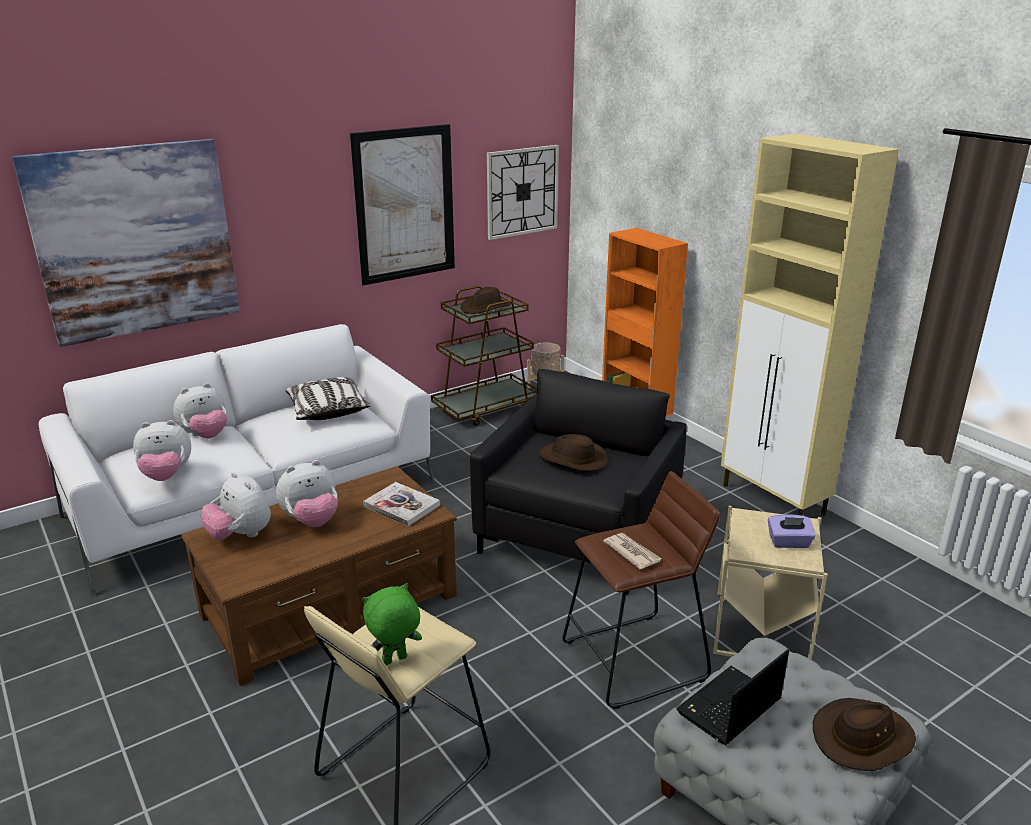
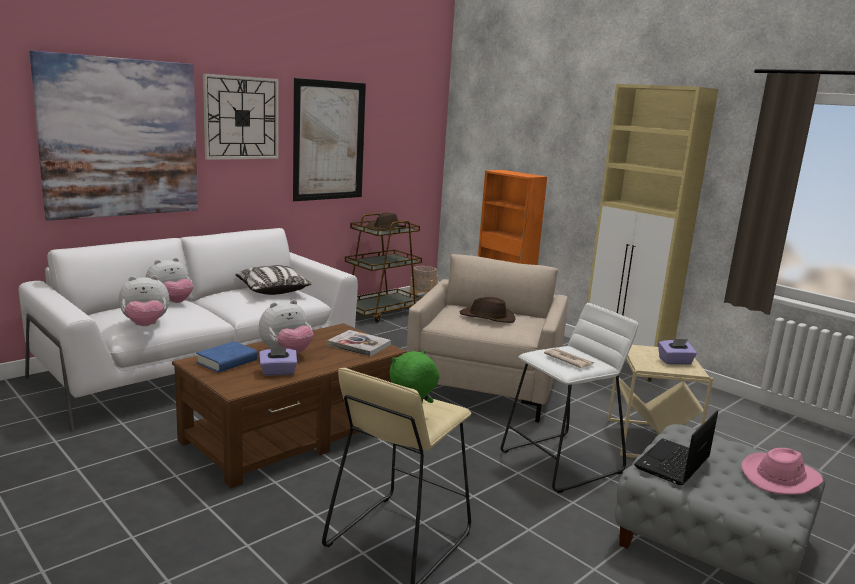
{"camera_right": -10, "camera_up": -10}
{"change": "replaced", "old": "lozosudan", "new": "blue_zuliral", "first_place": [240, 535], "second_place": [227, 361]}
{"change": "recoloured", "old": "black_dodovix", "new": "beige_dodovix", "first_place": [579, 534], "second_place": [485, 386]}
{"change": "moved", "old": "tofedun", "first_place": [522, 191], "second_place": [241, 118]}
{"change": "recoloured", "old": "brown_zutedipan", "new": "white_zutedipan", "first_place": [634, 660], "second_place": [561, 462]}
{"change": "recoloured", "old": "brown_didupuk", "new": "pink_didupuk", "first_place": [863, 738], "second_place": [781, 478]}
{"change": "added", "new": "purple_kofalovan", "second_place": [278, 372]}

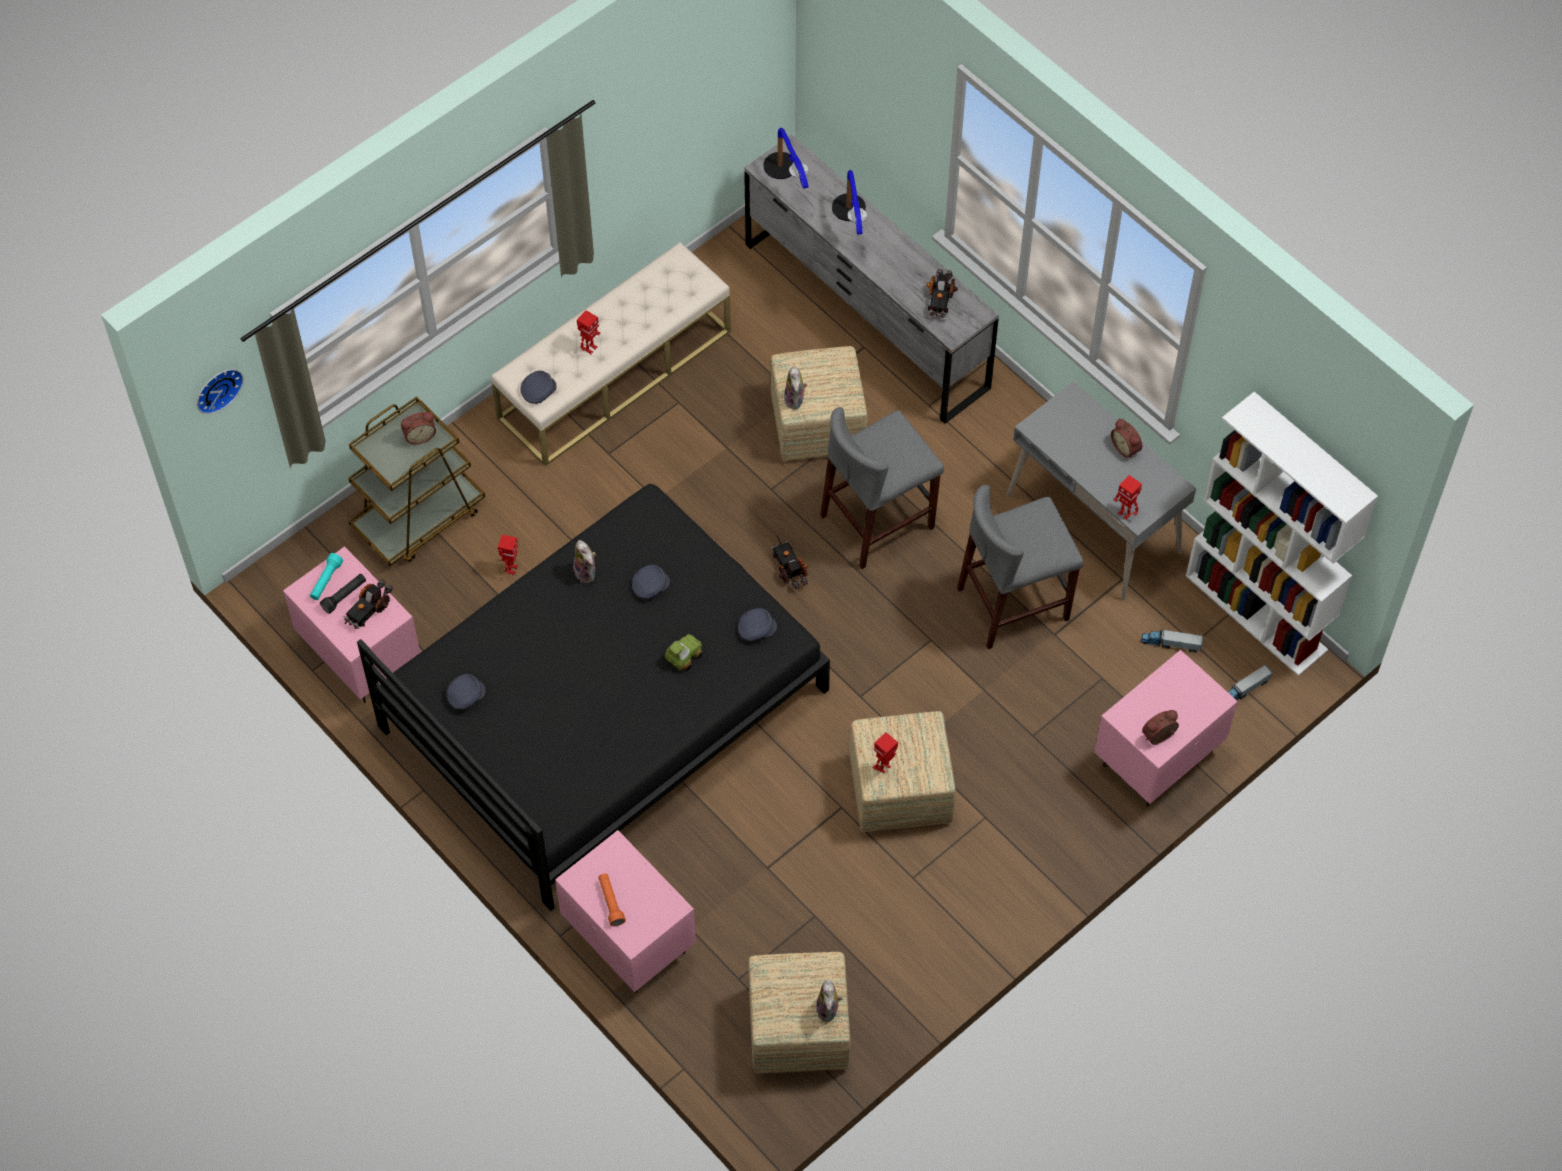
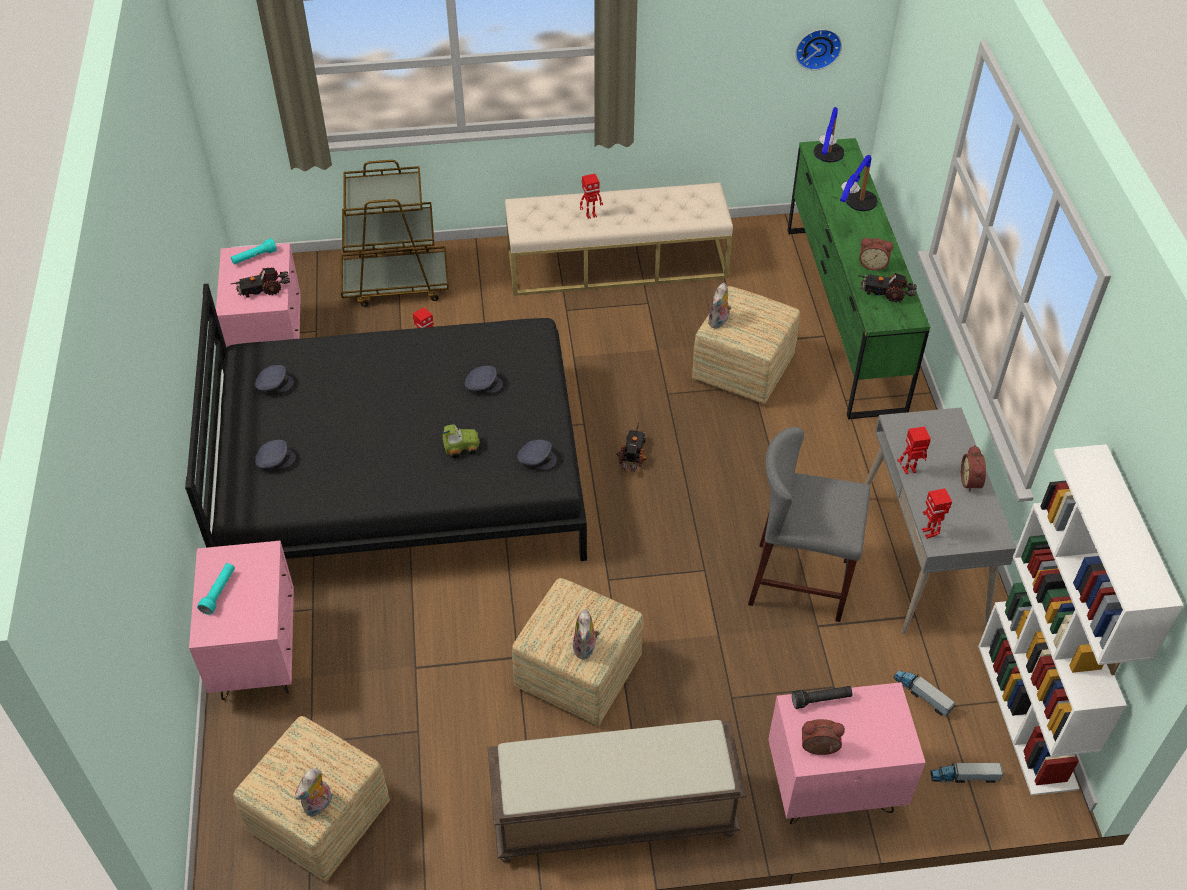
{"camera_right": 35, "camera_up": -10}
{"change": "moved", "old": "tofedun", "first_place": [217, 388], "second_place": [817, 47]}
{"change": "moved", "old": "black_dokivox", "first_place": [344, 596], "second_place": [821, 700]}
{"change": "moved", "old": "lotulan", "first_place": [419, 435], "second_place": [873, 264]}
{"change": "moved", "old": "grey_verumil", "first_place": [538, 391], "second_place": [274, 459]}
{"change": "moved", "old": "lozosudan", "first_place": [587, 572], "second_place": [586, 648]}
{"change": "recoloured", "old": "orange_dokivox", "new": "turquoise_dokivox", "first_place": [610, 902], "second_place": [219, 592]}
{"change": "recoloured", "old": "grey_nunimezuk", "new": "green_nunimezuk", "first_place": [865, 316], "second_place": [843, 316]}
{"change": "removed", "old": "grey_zutedipan", "first_place": [878, 522]}
{"change": "moved", "old": "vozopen", "first_place": [884, 767], "second_place": [909, 470]}
{"change": "turned", "old": "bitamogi", "first_place": [939, 299], "second_place": [886, 293], "degrees": 60}
{"change": "added", "new": "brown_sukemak", "second_place": [612, 816]}

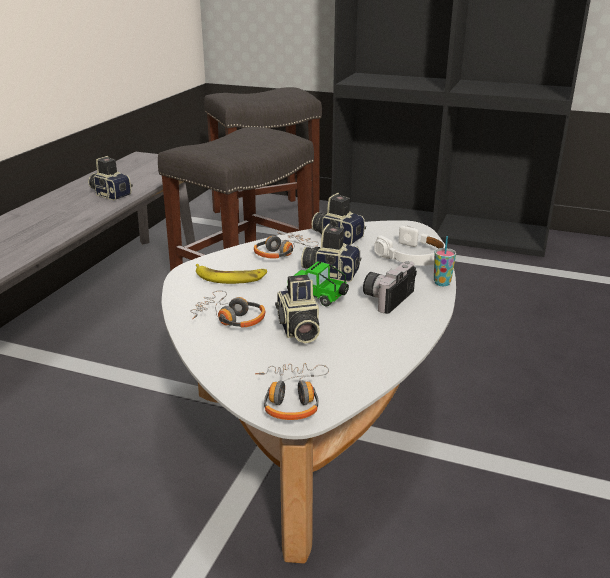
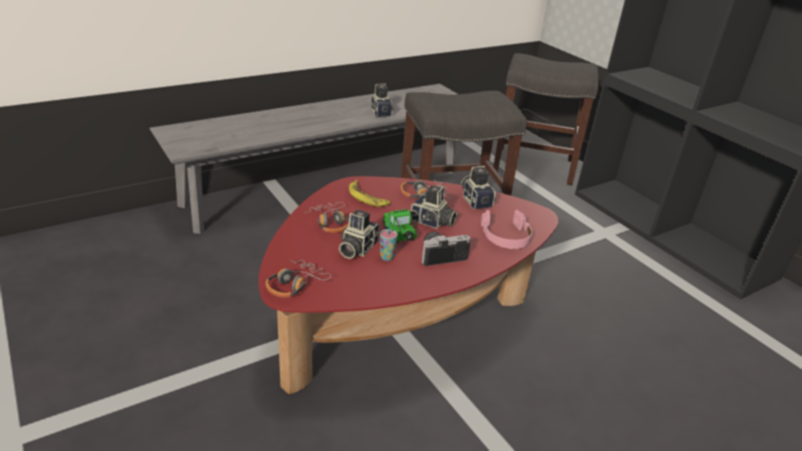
{"camera_right": 35, "camera_up": 5}
{"change": "recoloured", "old": "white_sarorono", "new": "red_sarorono", "first_place": [318, 414], "second_place": [398, 320]}
{"change": "turned", "old": "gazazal", "first_place": [330, 273], "second_place": [432, 222], "degrees": 150}
{"change": "recoloured", "old": "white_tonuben", "new": "pink_tonuben", "first_place": [412, 256], "second_place": [506, 236]}
{"change": "moved", "old": "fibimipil", "first_place": [442, 283], "second_place": [387, 257]}

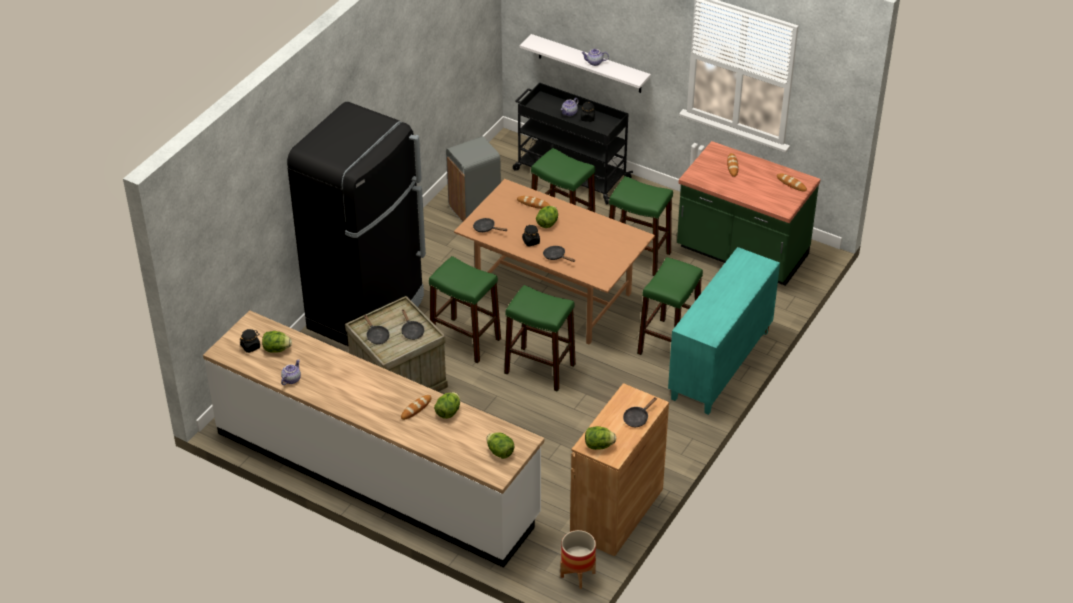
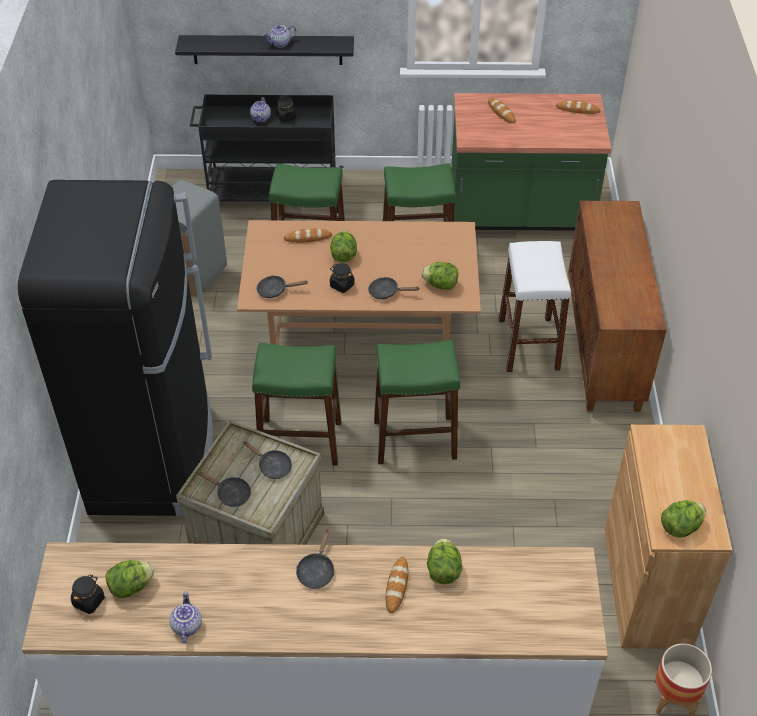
{"camera_right": -30, "camera_up": 5}
{"change": "moved", "old": "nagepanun", "first_place": [500, 452], "second_place": [440, 285]}
{"change": "recoloured", "old": "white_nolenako", "new": "black_nolenako", "first_place": [589, 64], "second_place": [267, 49]}
{"change": "moved", "old": "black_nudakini", "first_place": [637, 418], "second_place": [316, 570]}
{"change": "recoloured", "old": "green_zutedipan", "new": "white_zutedipan", "first_place": [668, 342], "second_place": [528, 344]}
{"change": "recoloured", "old": "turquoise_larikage", "new": "brown_larikage", "first_place": [720, 366], "second_place": [604, 348]}

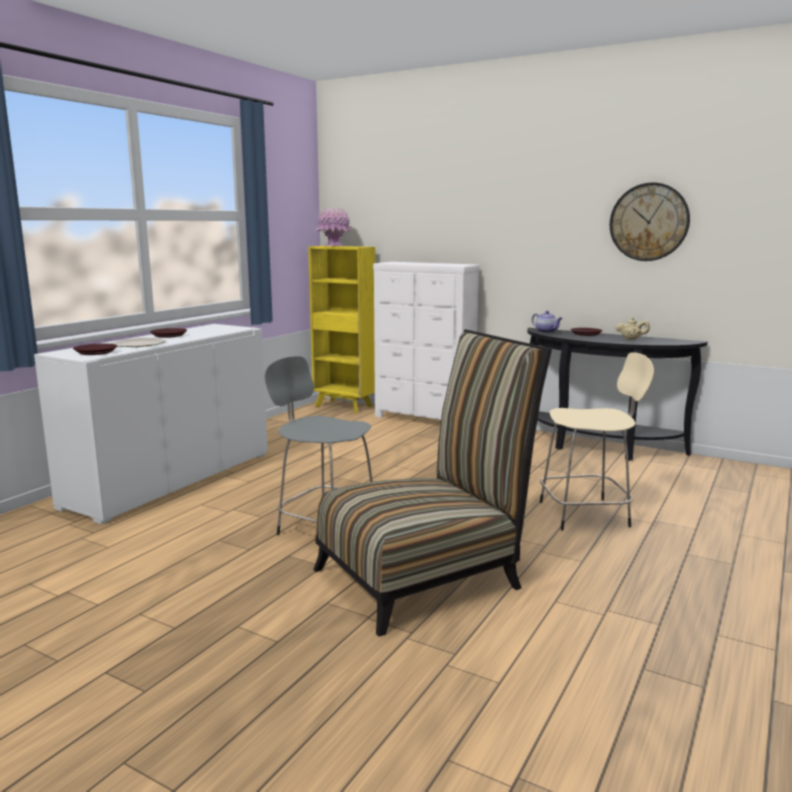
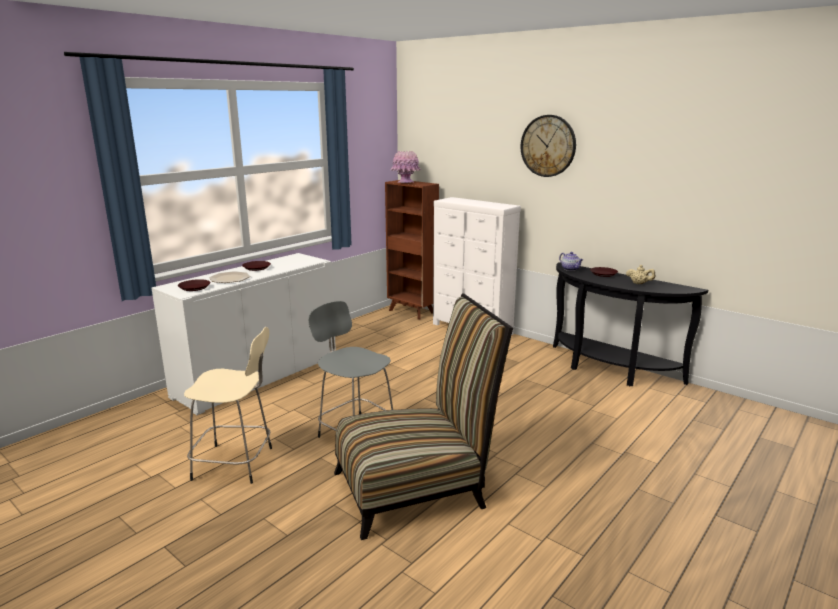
{"camera_right": 10, "camera_up": 5}
{"change": "recoloured", "old": "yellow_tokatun", "new": "brown_tokatun", "first_place": [344, 406], "second_place": [412, 312]}
{"change": "moved", "old": "beige_zutedipan", "first_place": [587, 514], "second_place": [236, 464]}
{"change": "moved", "old": "tofedun", "first_place": [649, 222], "second_place": [548, 146]}

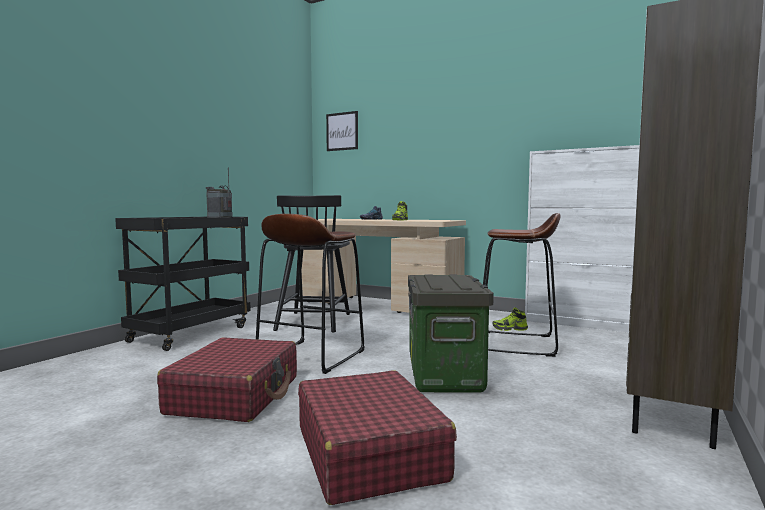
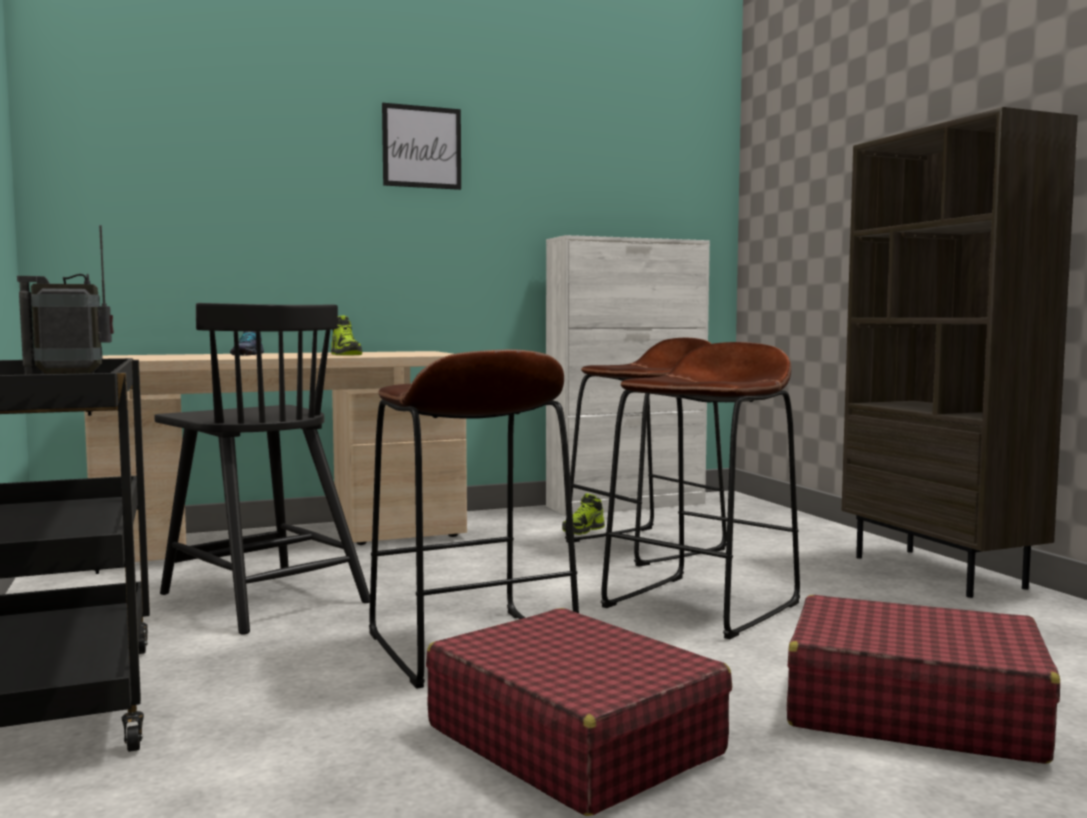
{"camera_right": -50, "camera_up": 0}
{"change": "moved", "old": "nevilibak", "first_place": [342, 131], "second_place": [422, 147]}
{"change": "replaced", "old": "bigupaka", "new": "brown_zutedipan", "first_place": [445, 374], "second_place": [702, 605]}

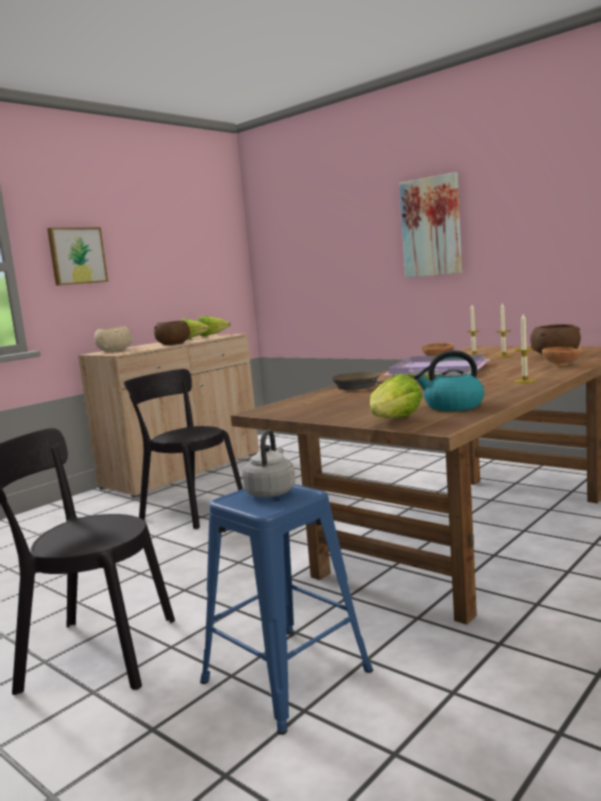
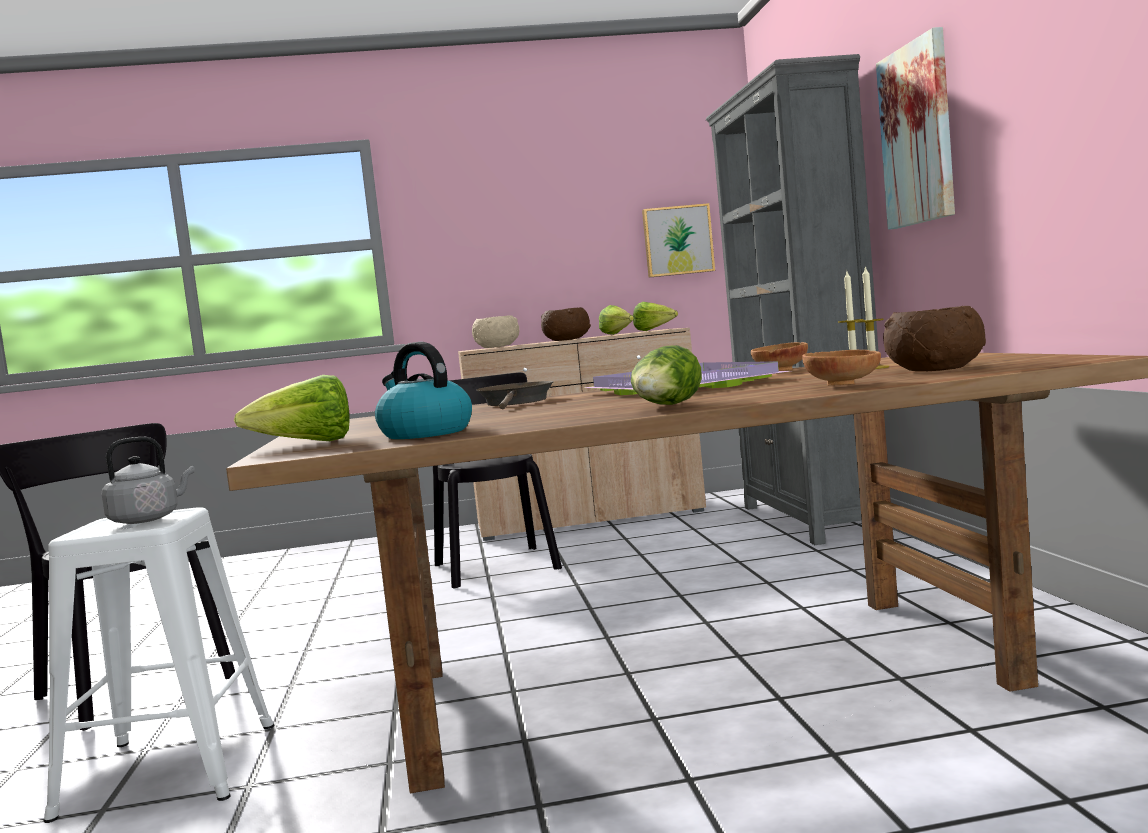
{"camera_right": 40, "camera_up": -5}
{"change": "moved", "old": "nevilibak", "first_place": [76, 256], "second_place": [677, 240]}
{"change": "recoloured", "old": "blue_zutedipan", "new": "white_zutedipan", "first_place": [283, 676], "second_place": [167, 768]}
{"change": "replaced", "old": "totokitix", "new": "nagepanun", "first_place": [525, 381], "second_place": [667, 406]}
{"change": "added", "new": "grey_tokatun", "second_place": [812, 520]}

